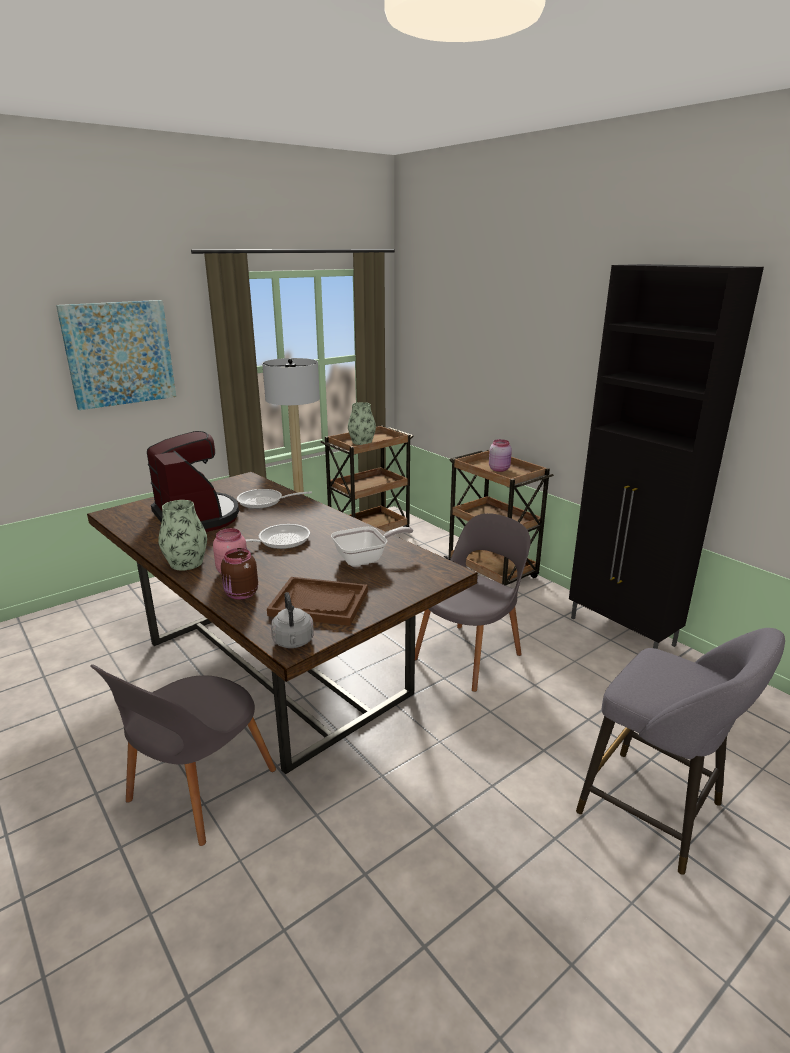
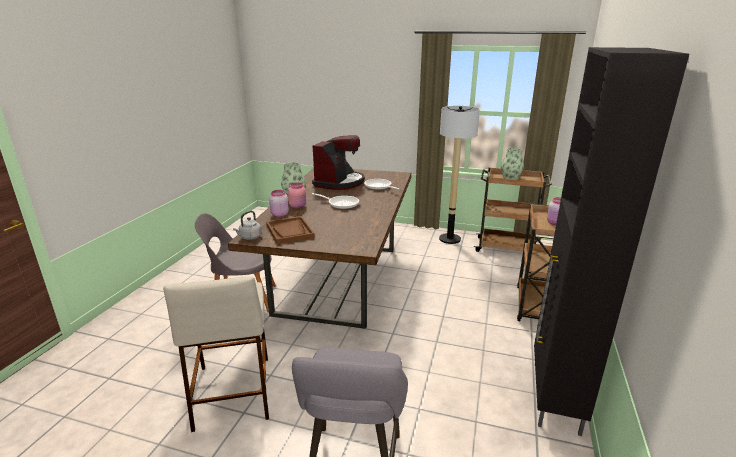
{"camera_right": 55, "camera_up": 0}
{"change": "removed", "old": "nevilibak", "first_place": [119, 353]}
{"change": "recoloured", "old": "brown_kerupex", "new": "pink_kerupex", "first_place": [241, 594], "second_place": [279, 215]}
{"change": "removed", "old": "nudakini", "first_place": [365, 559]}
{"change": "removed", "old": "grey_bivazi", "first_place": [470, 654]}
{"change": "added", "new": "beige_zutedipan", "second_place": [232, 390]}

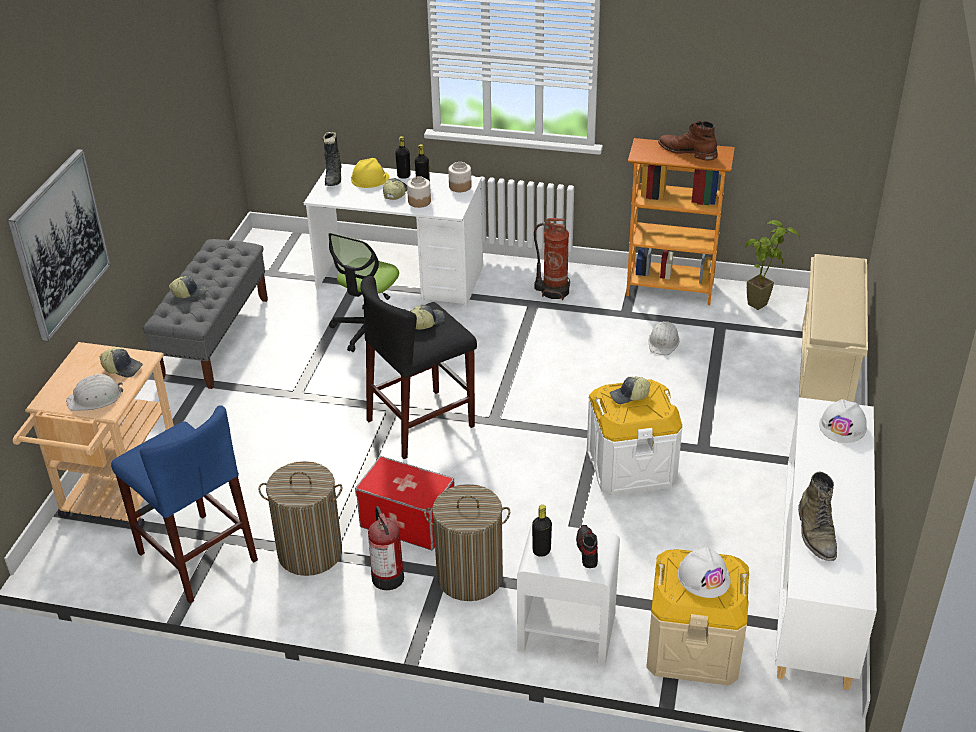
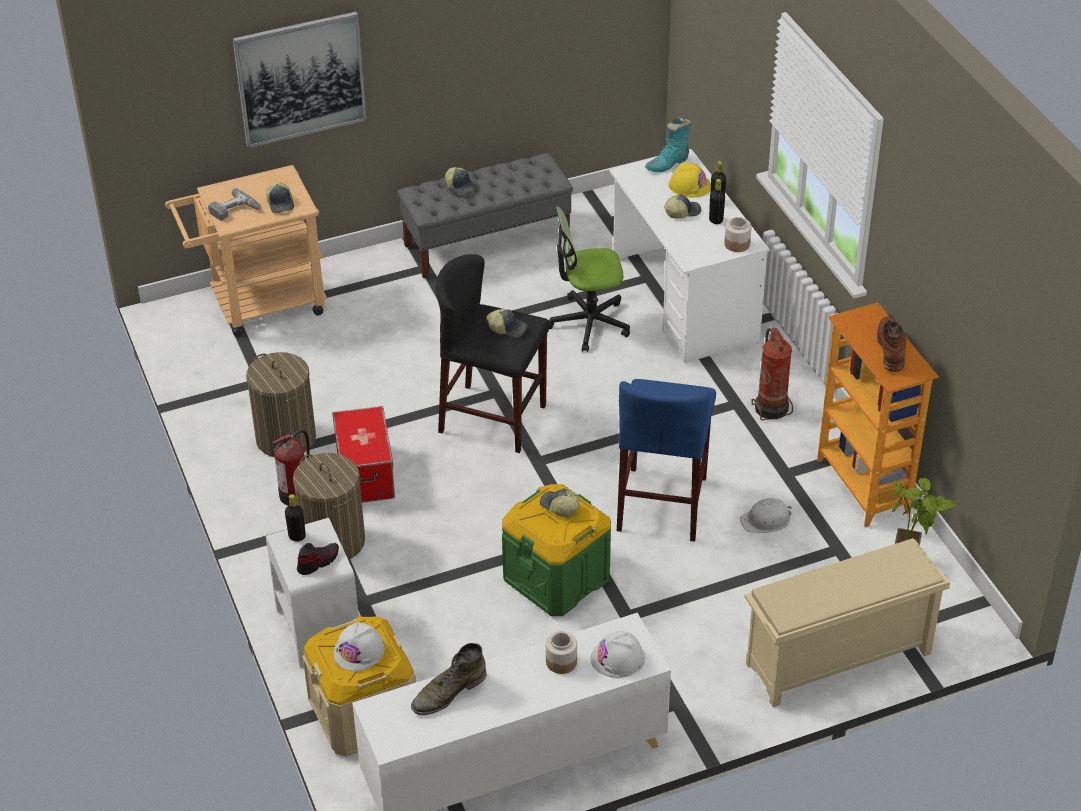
{"camera_right": 55, "camera_up": 5}
{"change": "replaced", "old": "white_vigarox", "new": "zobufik", "first_place": [95, 398], "second_place": [236, 211]}
{"change": "moved", "old": "blue_zutedipan", "first_place": [197, 556], "second_place": [662, 503]}
{"change": "recoloured", "old": "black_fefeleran", "new": "turquoise_fefeleran", "first_place": [334, 177], "second_place": [668, 164]}
{"change": "moved", "old": "kerupex", "first_place": [419, 201], "second_place": [561, 661]}
{"change": "recoloured", "old": "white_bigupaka", "new": "green_bigupaka", "first_place": [631, 467], "second_place": [556, 578]}

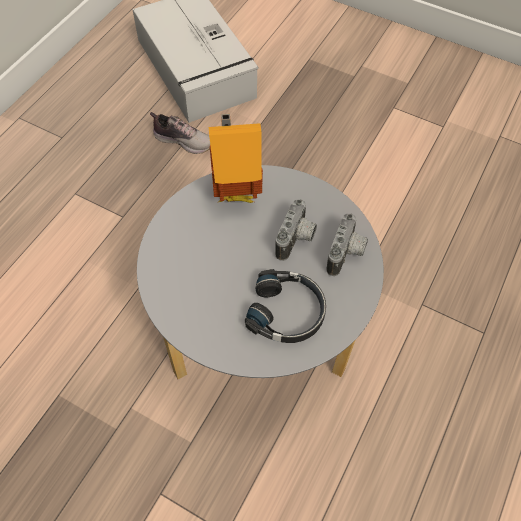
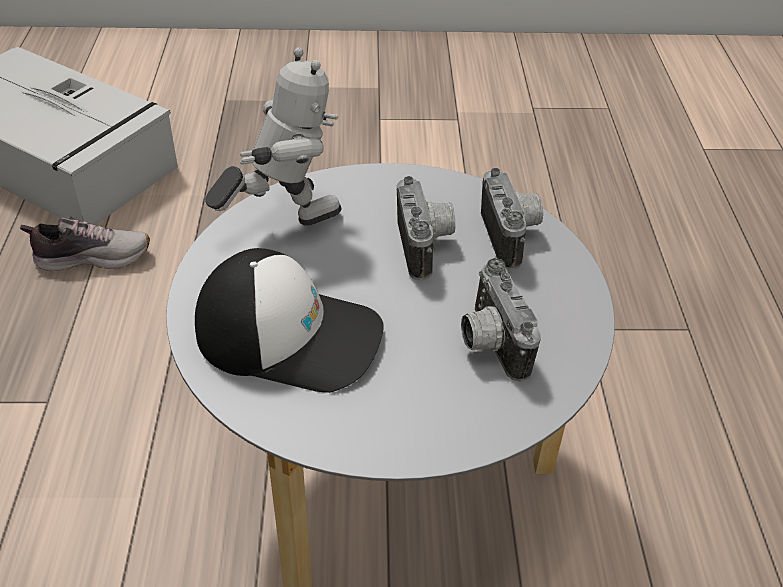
{"camera_right": -30, "camera_up": -15}
{"change": "replaced", "old": "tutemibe", "new": "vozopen", "first_place": [236, 192], "second_place": [284, 221]}
{"change": "replaced", "old": "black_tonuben", "new": "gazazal", "first_place": [287, 312], "second_place": [489, 343]}
{"change": "added", "new": "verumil", "second_place": [290, 334]}

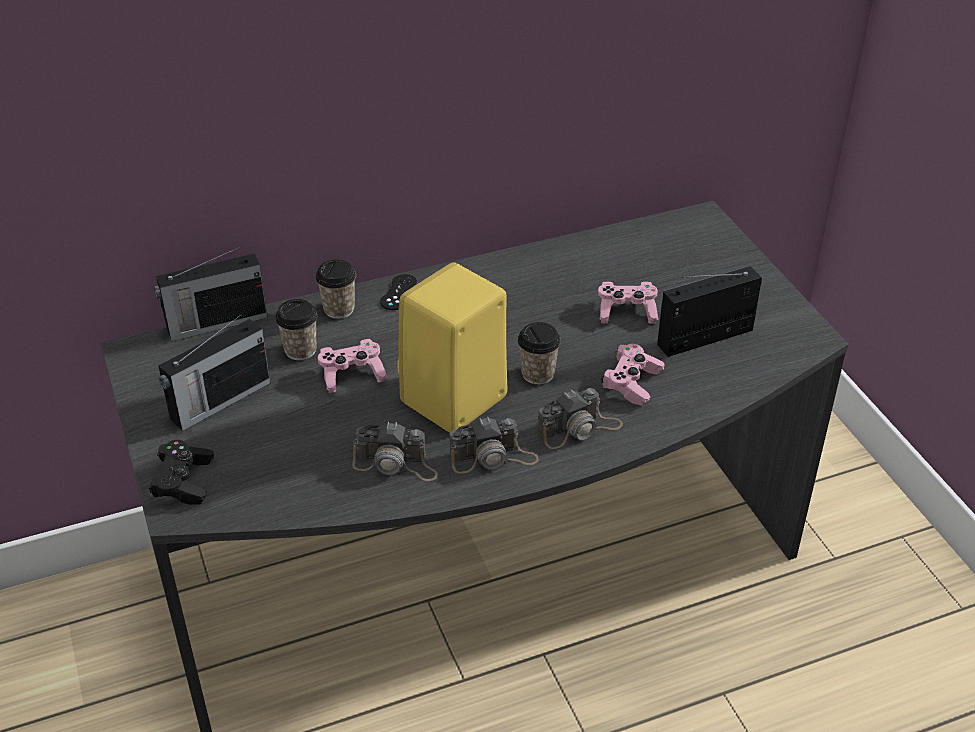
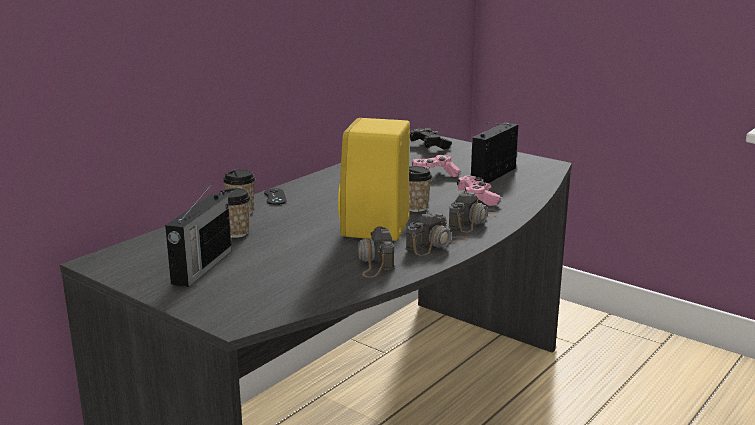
{"camera_right": -30, "camera_up": -20}
{"change": "moved", "old": "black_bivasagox", "first_place": [184, 482], "second_place": [429, 146]}
{"change": "removed", "old": "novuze", "first_place": [215, 323]}
{"change": "removed", "old": "pink_bivasagox", "first_place": [352, 375]}
{"change": "turned", "old": "gazazal", "first_place": [396, 464], "second_place": [374, 262], "degrees": 105}

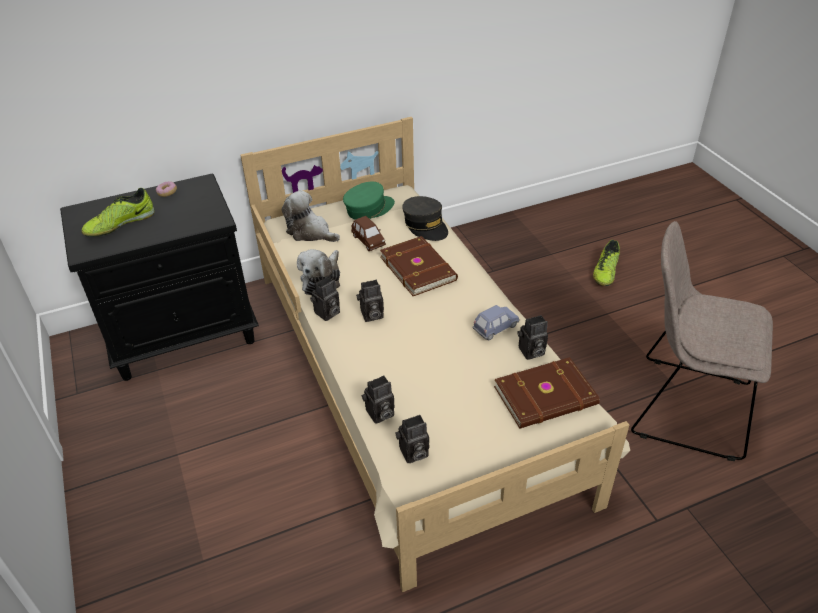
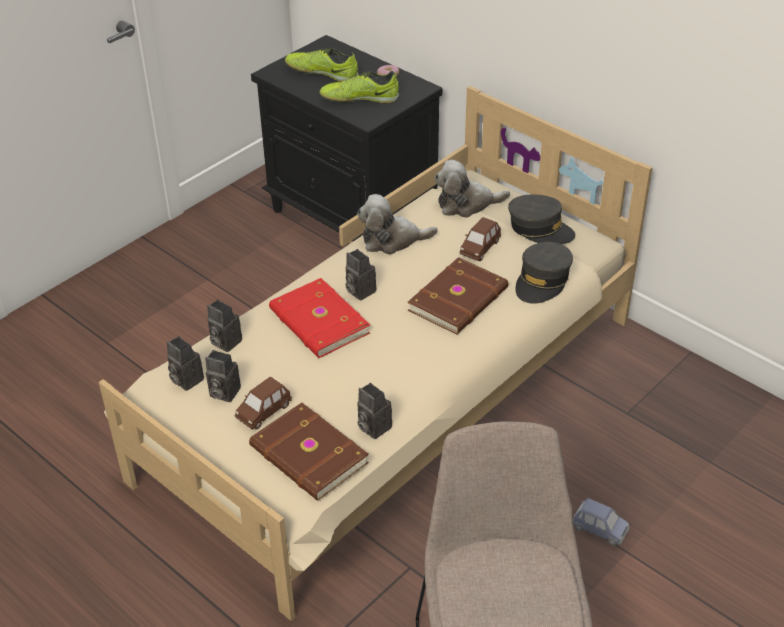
{"camera_right": 65, "camera_up": 0}
{"change": "turned", "old": "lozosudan", "first_place": [310, 232], "second_place": [466, 204], "degrees": -105}
{"change": "moved", "old": "gazazal", "first_place": [327, 314], "second_place": [222, 392]}
{"change": "recoloured", "old": "green_verumil", "new": "grey_verumil", "first_place": [369, 209], "second_place": [540, 229]}
{"change": "moved", "old": "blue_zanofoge", "first_place": [495, 328], "second_place": [599, 529]}
{"change": "moved", "old": "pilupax", "first_place": [605, 272], "second_place": [359, 98]}
{"change": "added", "new": "brown_zanofoge", "second_place": [264, 412]}
{"change": "added", "new": "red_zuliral", "second_place": [318, 322]}

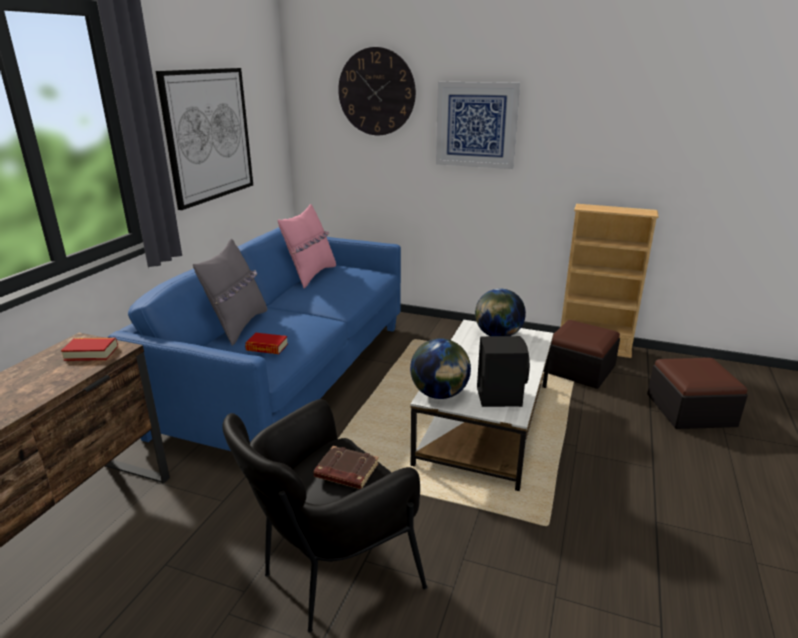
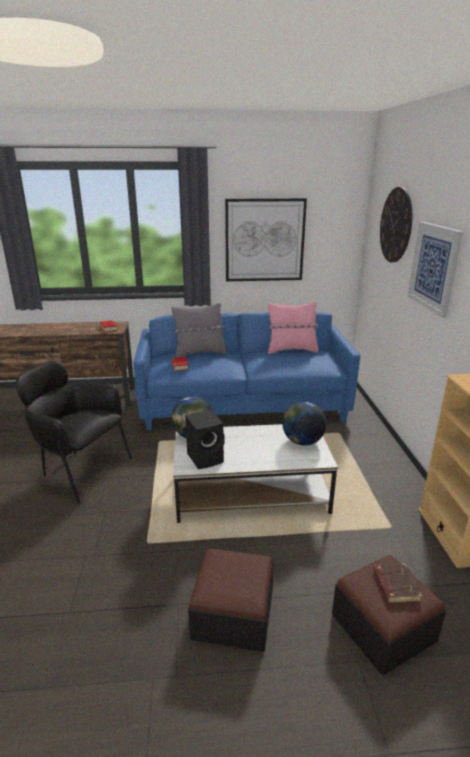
{"camera_right": 65, "camera_up": 0}
{"change": "moved", "old": "brown_zuliral", "first_place": [345, 472], "second_place": [395, 585]}
{"change": "moved", "old": "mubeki", "first_place": [579, 369], "second_place": [233, 613]}

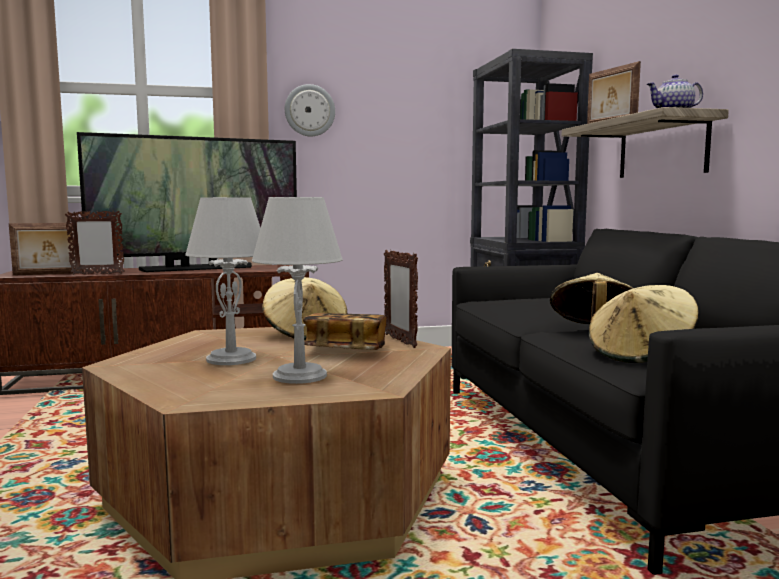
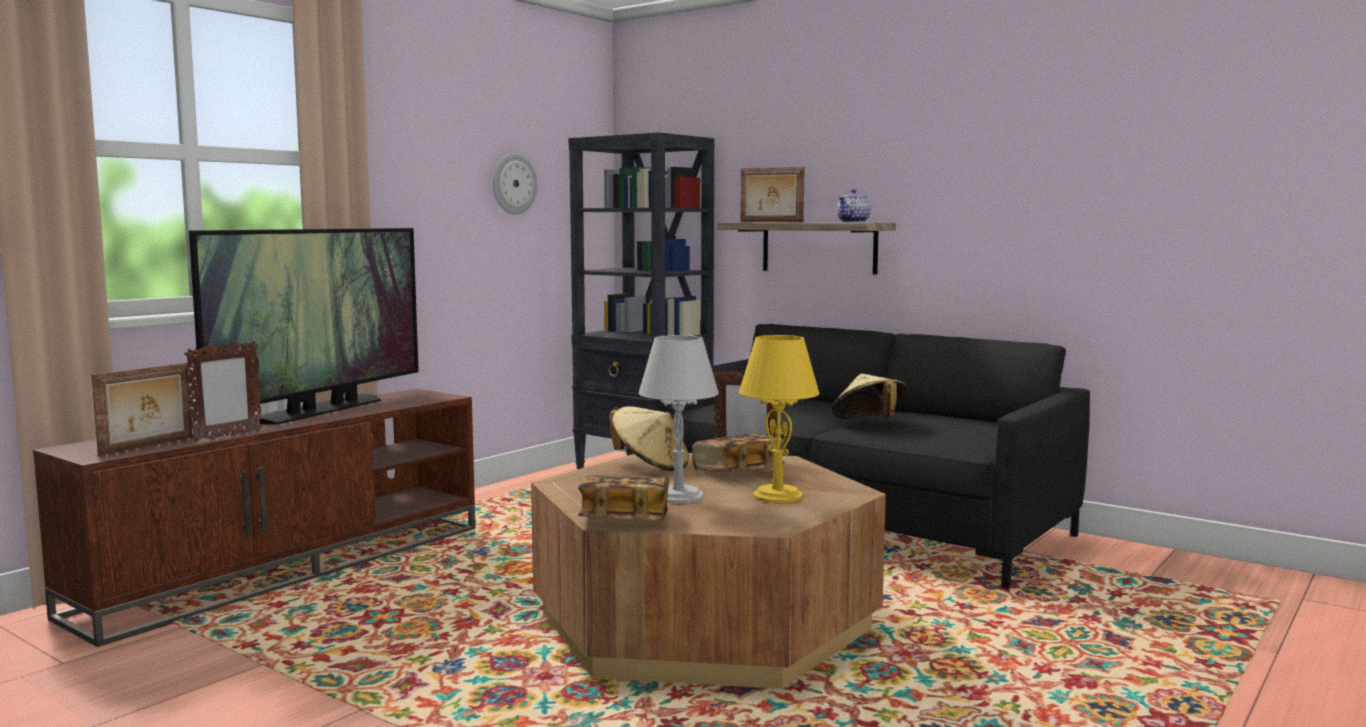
{"camera_right": -40, "camera_up": 0}
{"change": "recoloured", "old": "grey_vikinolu", "new": "yellow_vikinolu", "first_place": [300, 376], "second_place": [778, 496]}
{"change": "moved", "old": "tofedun", "first_place": [309, 110], "second_place": [513, 184]}
{"change": "removed", "old": "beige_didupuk", "first_place": [640, 354]}
{"change": "added", "new": "zuliral", "second_place": [624, 520]}

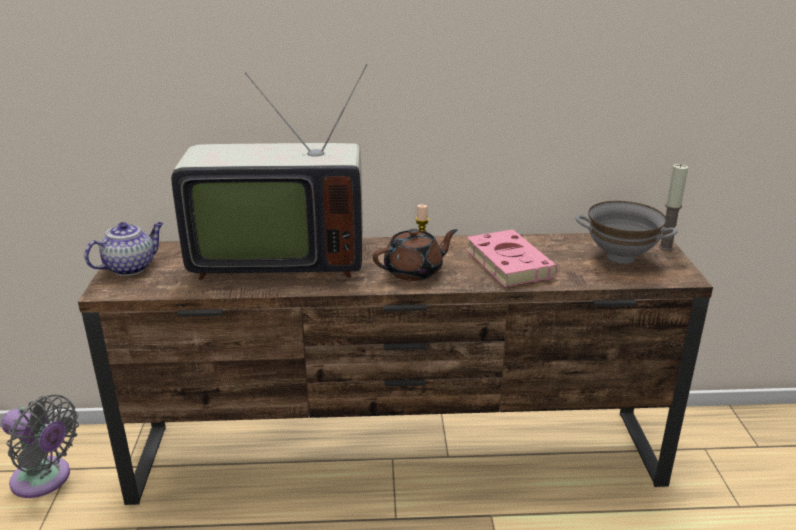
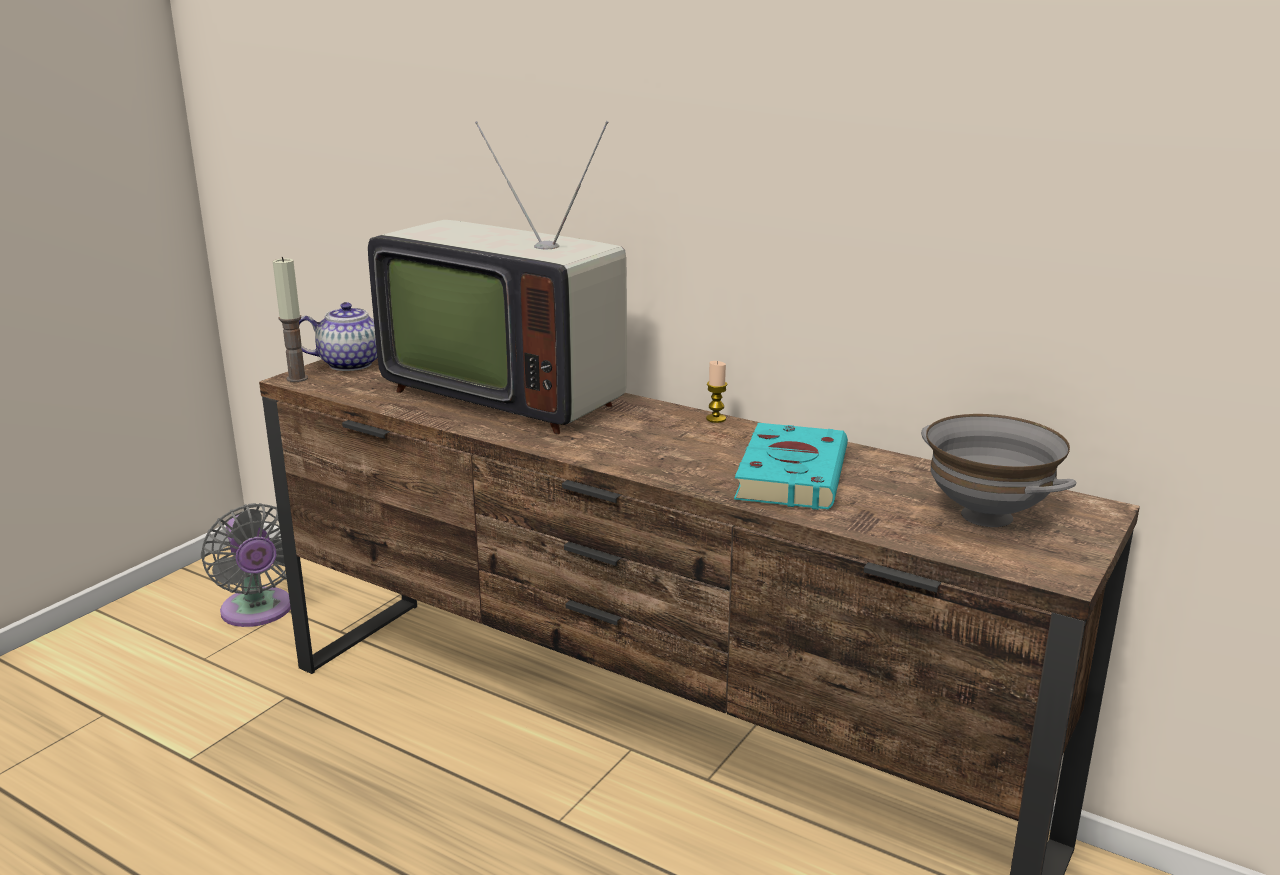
{"camera_right": 35, "camera_up": -5}
{"change": "removed", "old": "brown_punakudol", "first_place": [414, 271]}
{"change": "recoloured", "old": "pink_zuliral", "new": "turquoise_zuliral", "first_place": [507, 262], "second_place": [791, 473]}
{"change": "moved", "old": "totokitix", "first_place": [666, 247], "second_place": [297, 378]}

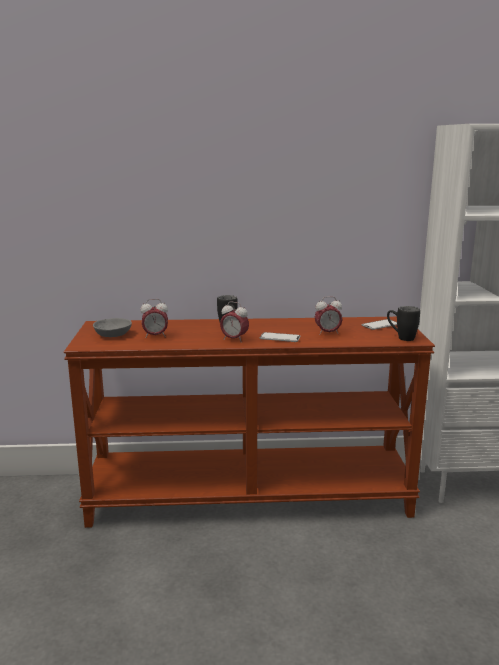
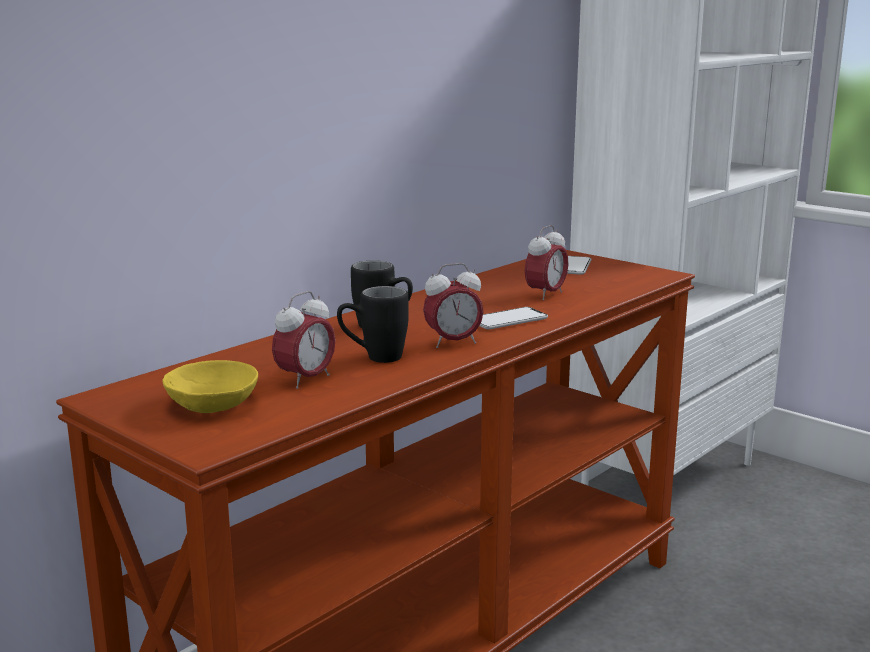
{"camera_right": -45, "camera_up": 0}
{"change": "recoloured", "old": "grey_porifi", "new": "yellow_porifi", "first_place": [113, 335], "second_place": [215, 405]}
{"change": "moved", "old": "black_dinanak", "first_place": [401, 337], "second_place": [373, 358]}

